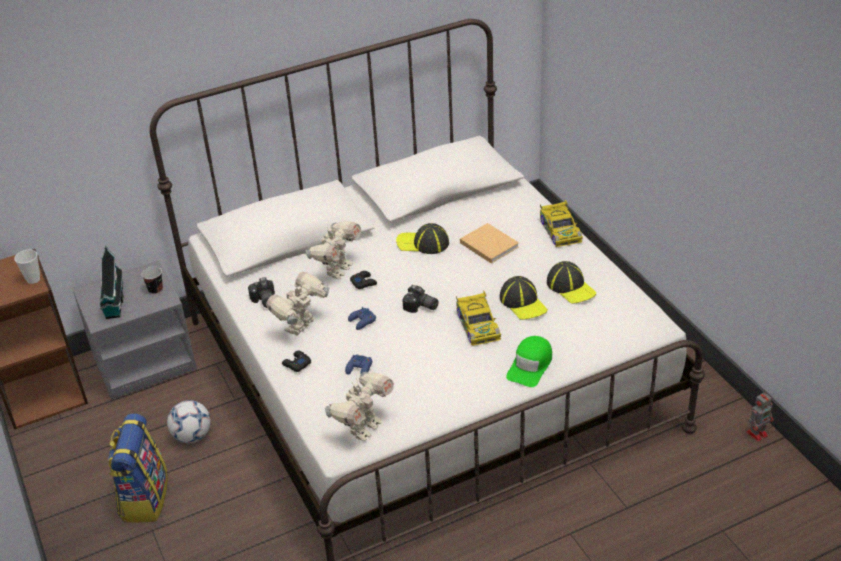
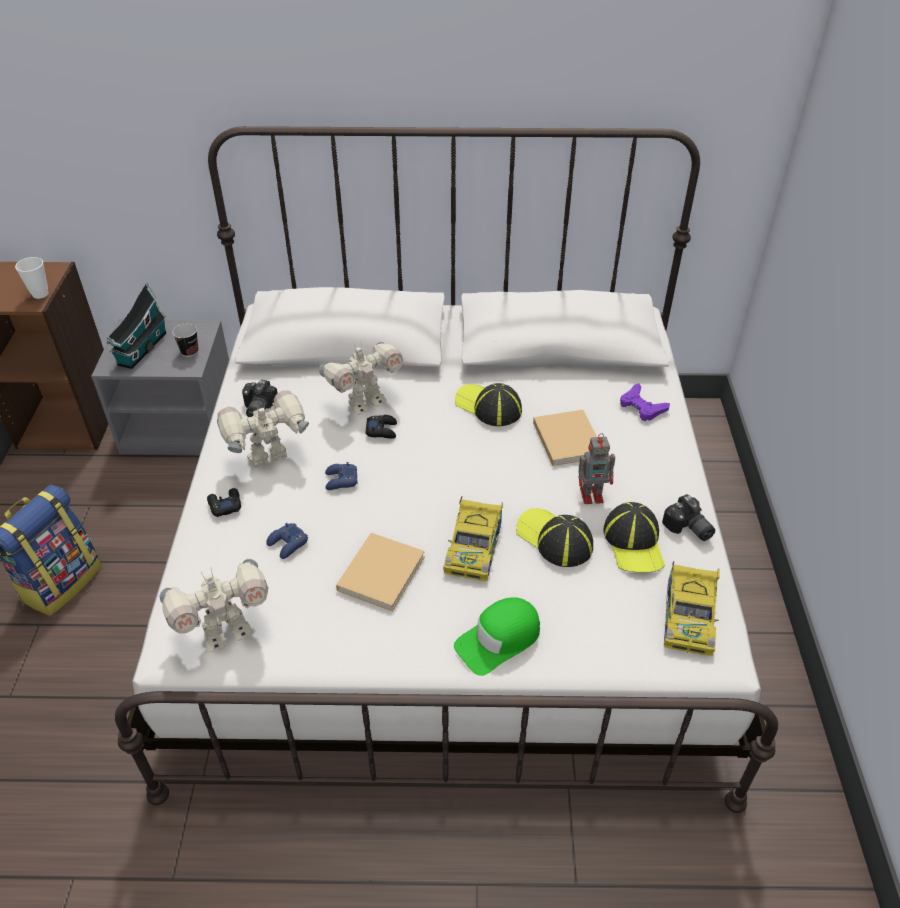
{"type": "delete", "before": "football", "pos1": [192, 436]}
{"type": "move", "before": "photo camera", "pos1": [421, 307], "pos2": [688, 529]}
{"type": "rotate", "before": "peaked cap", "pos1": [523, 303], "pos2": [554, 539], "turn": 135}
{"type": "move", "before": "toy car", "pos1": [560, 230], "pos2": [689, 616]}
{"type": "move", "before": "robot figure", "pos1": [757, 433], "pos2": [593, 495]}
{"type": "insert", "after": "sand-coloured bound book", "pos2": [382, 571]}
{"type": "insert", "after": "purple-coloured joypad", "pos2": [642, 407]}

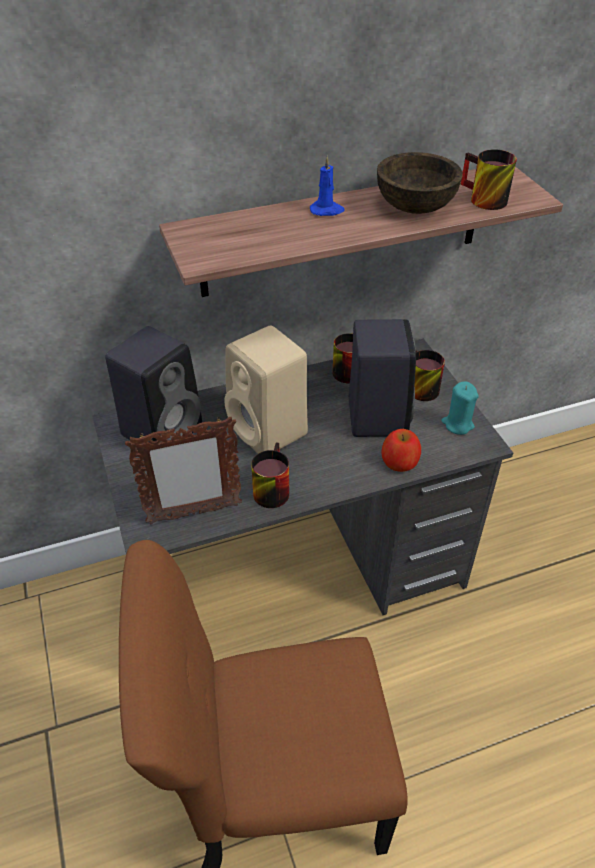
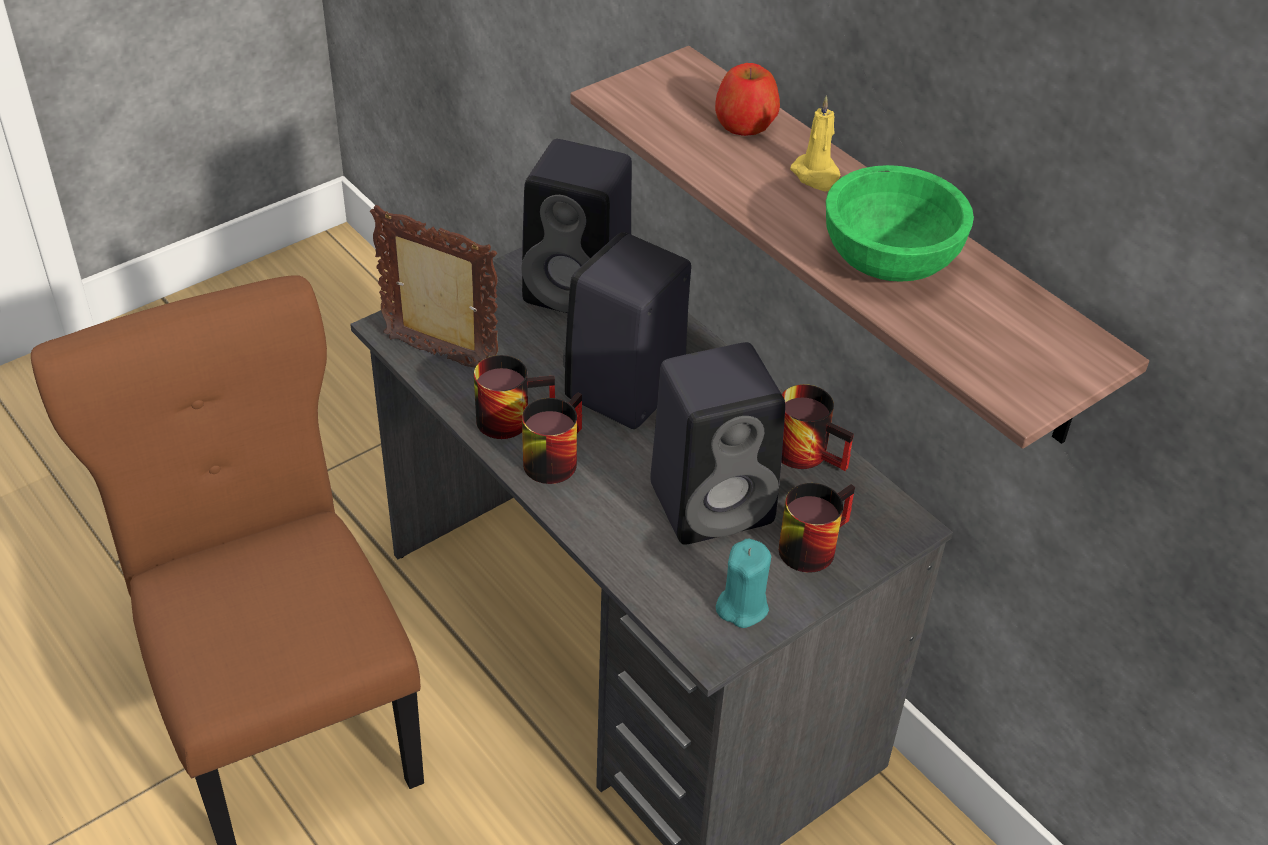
{"type": "rotate", "before": "picture frame", "pos1": [193, 514], "pos2": [441, 357], "turn": 150}
{"type": "recolor", "before": "sand-coloured loudspeaker", "after": "black-coloured loudspeaker", "pos1": [270, 431], "pos2": [624, 392]}
{"type": "recolor", "before": "bluish wax candle", "after": "yellowish wax candle", "pos1": [327, 210], "pos2": [816, 175]}
{"type": "recolor", "before": "brown-coloured serving bowl", "after": "green serving bowl", "pos1": [415, 207], "pos2": [888, 261]}
{"type": "move", "before": "whole apple", "pos1": [400, 461], "pos2": [745, 123]}
{"type": "move", "before": "mug", "pos1": [481, 199], "pos2": [551, 456]}

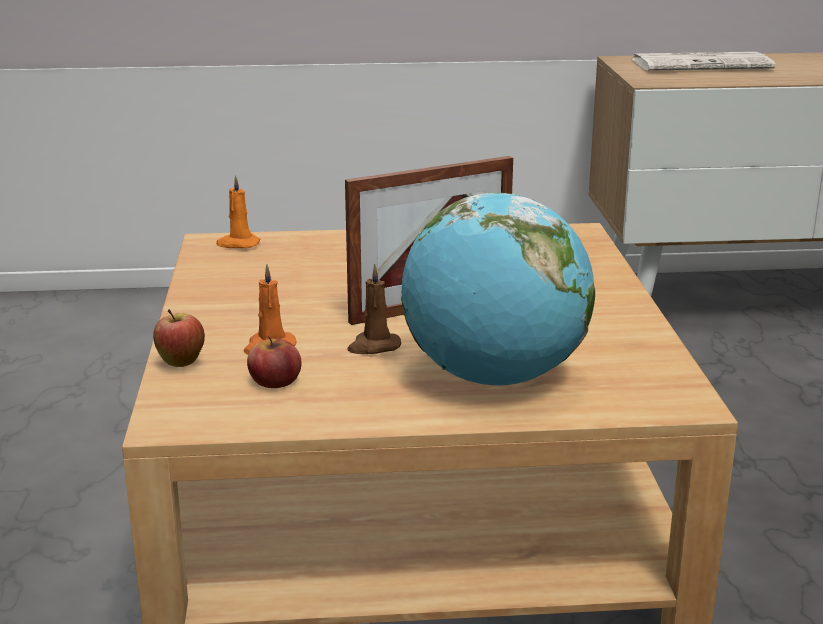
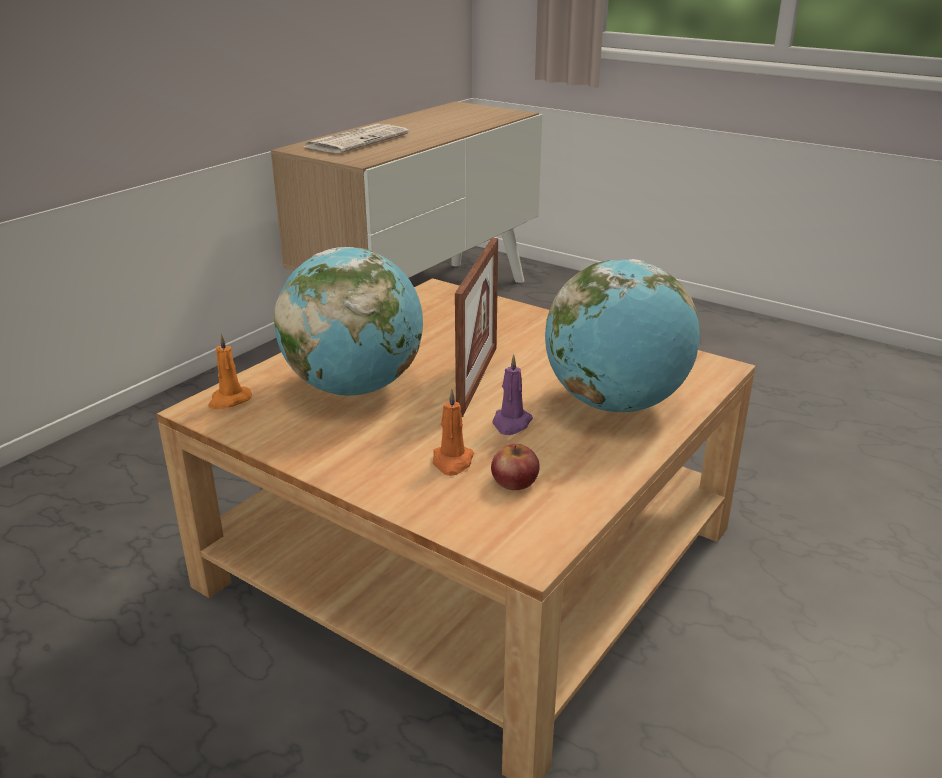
{"type": "delete", "before": "whole apple", "pos1": [181, 364]}
{"type": "recolor", "before": "brown-coloured wax candle", "after": "purple-coloured wax candle", "pos1": [373, 346], "pos2": [511, 423]}
{"type": "insert", "after": "desk globe", "pos2": [354, 387]}

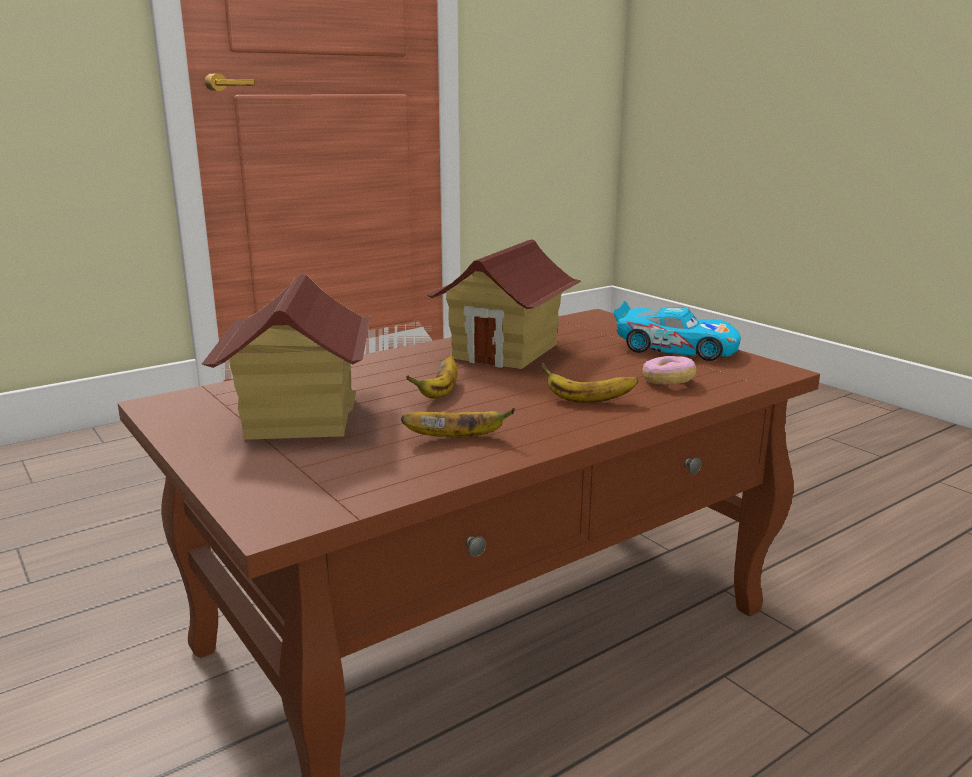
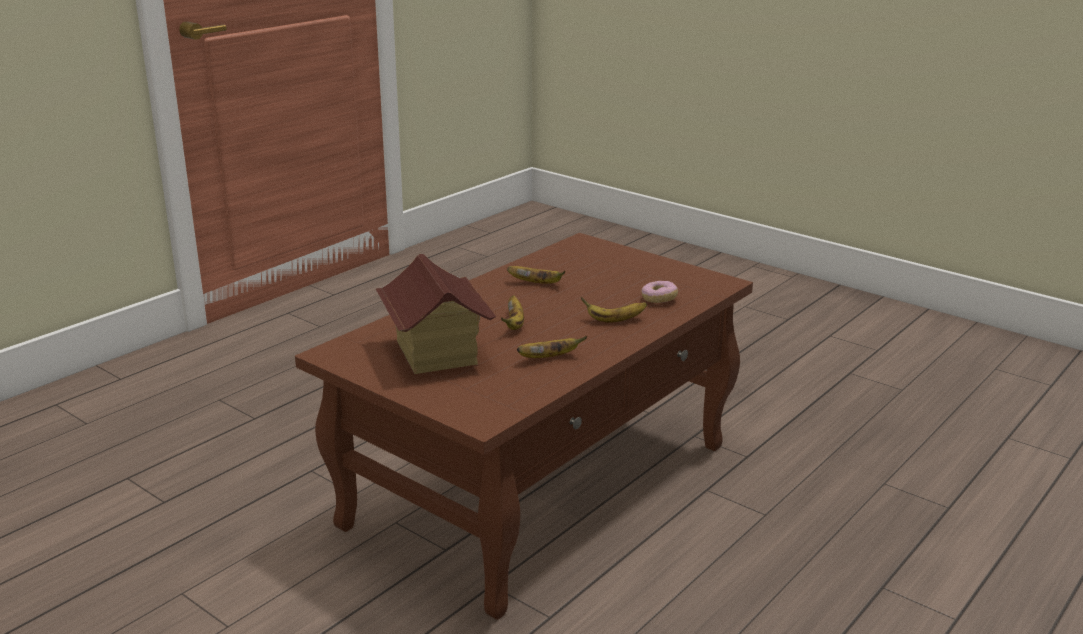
{"type": "replace", "before": "toy house", "after": "banana fruit", "pos1": [506, 352], "pos2": [537, 283]}
{"type": "delete", "before": "toy car", "pos1": [675, 348]}

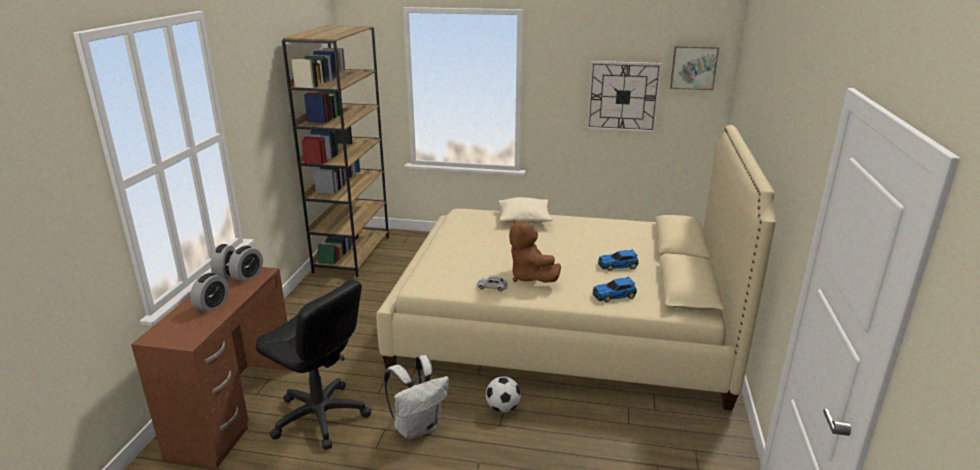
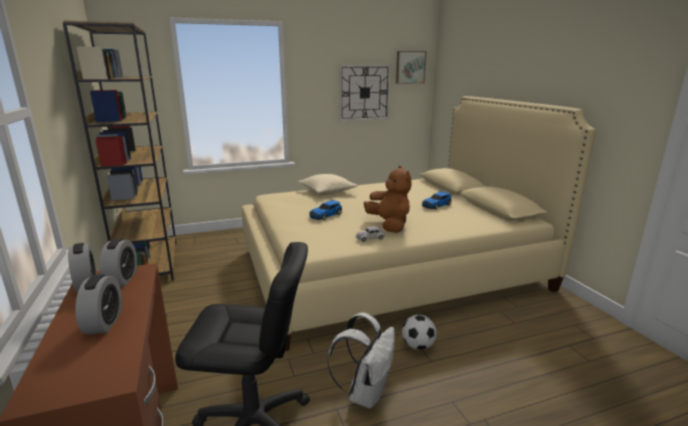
{"type": "rotate", "before": "brown-coloured cuddly toy", "pos1": [530, 277], "pos2": [389, 225], "turn": -150}
{"type": "move", "before": "toy car", "pos1": [615, 295], "pos2": [326, 215]}

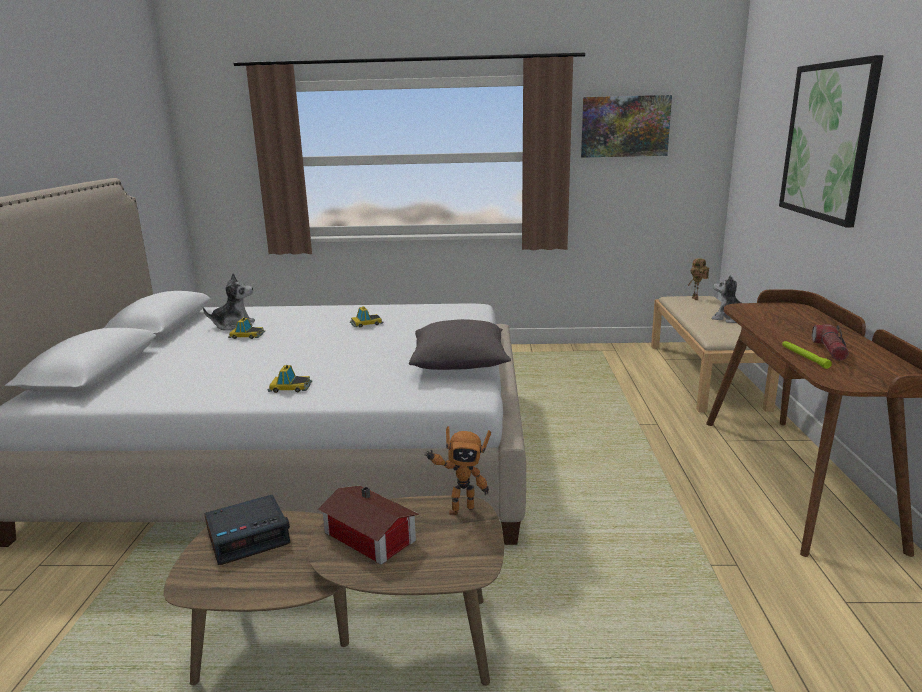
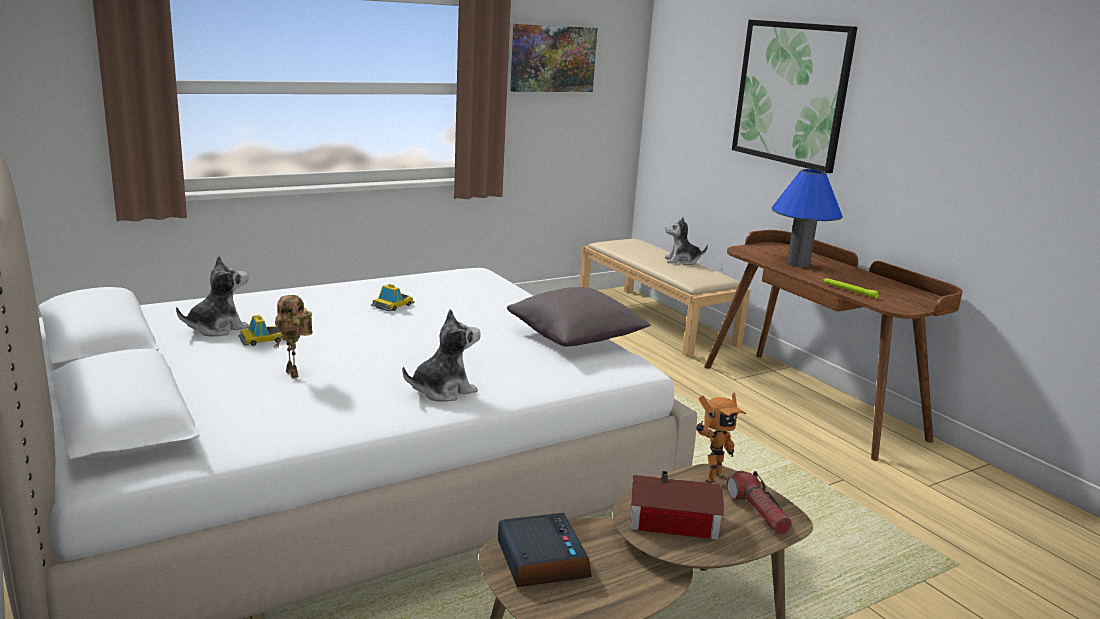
{"type": "rotate", "before": "alarm clock", "pos1": [249, 536], "pos2": [541, 559], "turn": -45}
{"type": "replace", "before": "toy car", "after": "cuddly toy", "pos1": [290, 387], "pos2": [442, 390]}
{"type": "move", "before": "robot figure", "pos1": [696, 299], "pos2": [295, 374]}
{"type": "move", "before": "torch", "pos1": [830, 350], "pos2": [757, 512]}
{"type": "insert", "after": "bluish table lamp", "pos2": [798, 264]}

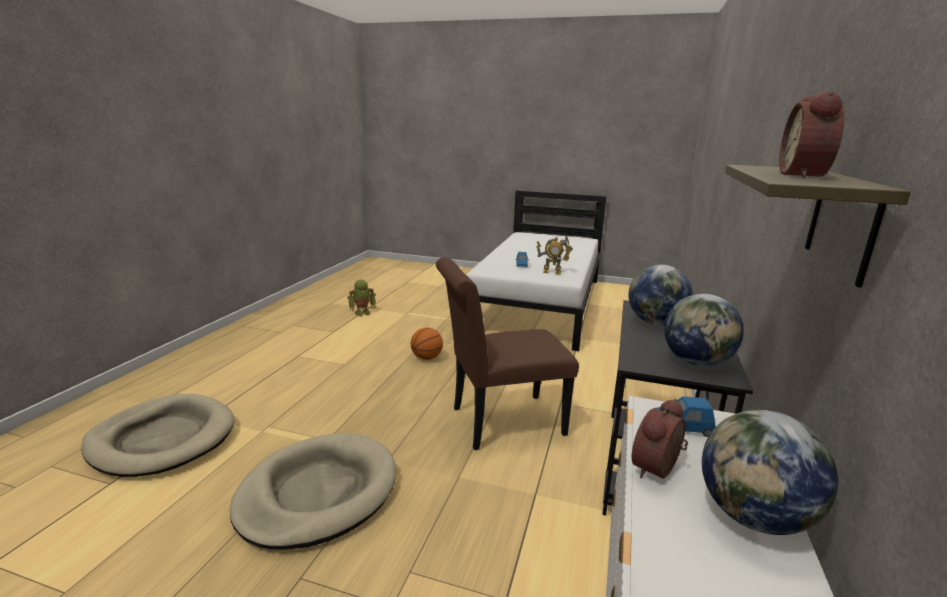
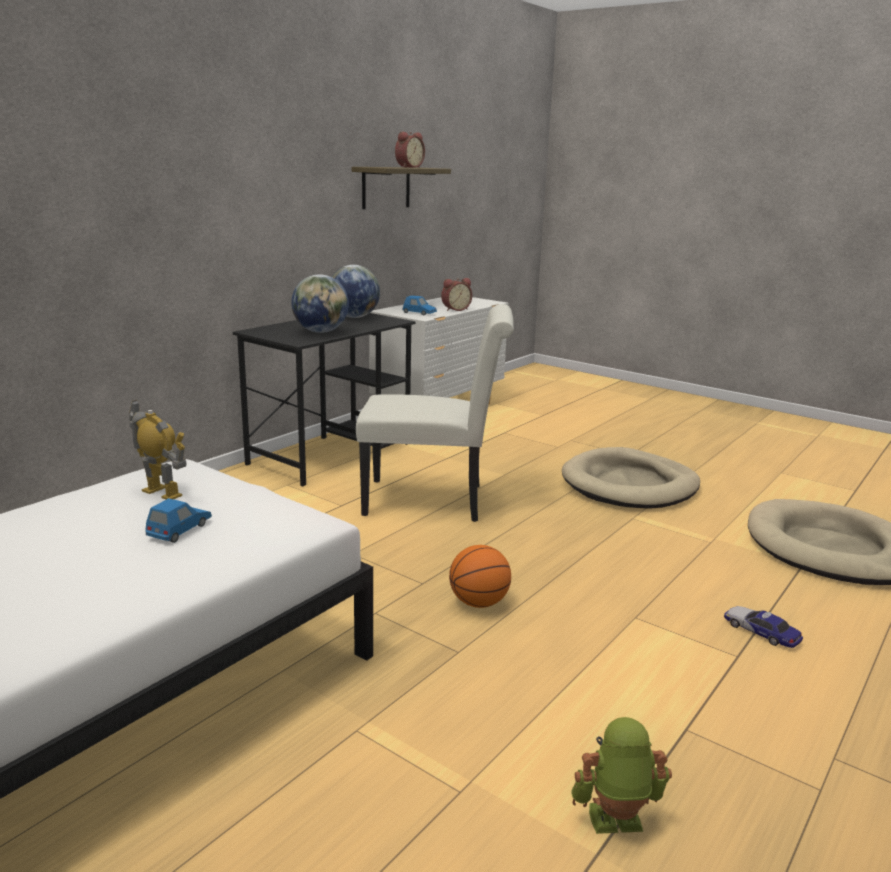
{"type": "recolor", "before": "brown-coloured plain chair", "after": "white plain chair", "pos1": [500, 422], "pos2": [433, 501]}
{"type": "delete", "before": "desk globe", "pos1": [753, 517]}
{"type": "insert", "after": "toy car", "pos2": [761, 632]}

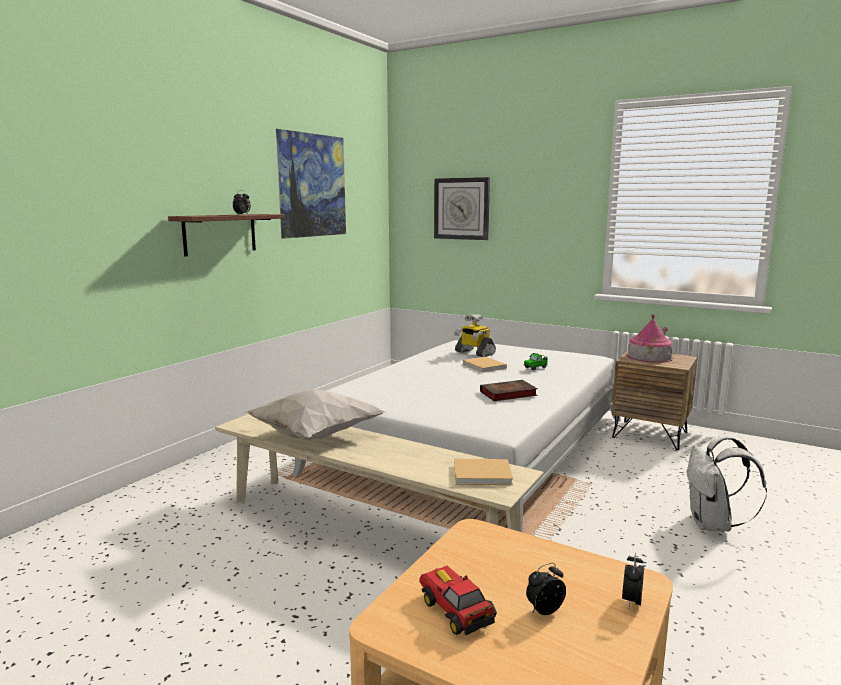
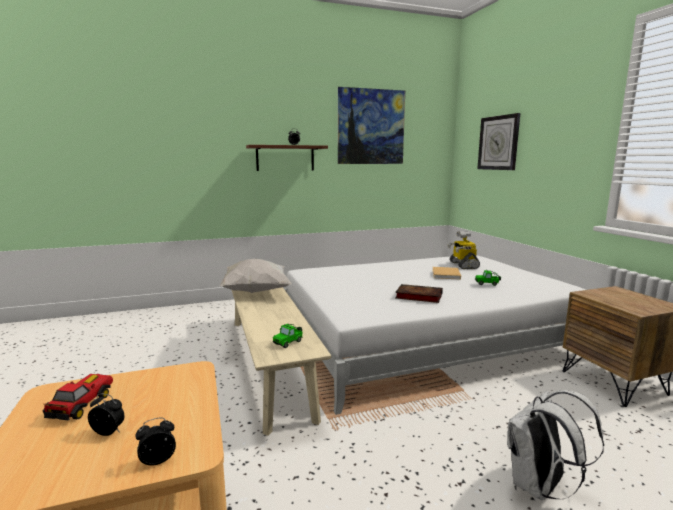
{"type": "replace", "before": "sand-coloured bound book", "after": "toy car", "pos1": [484, 474], "pos2": [289, 342]}
{"type": "delete", "before": "toy house", "pos1": [649, 356]}

